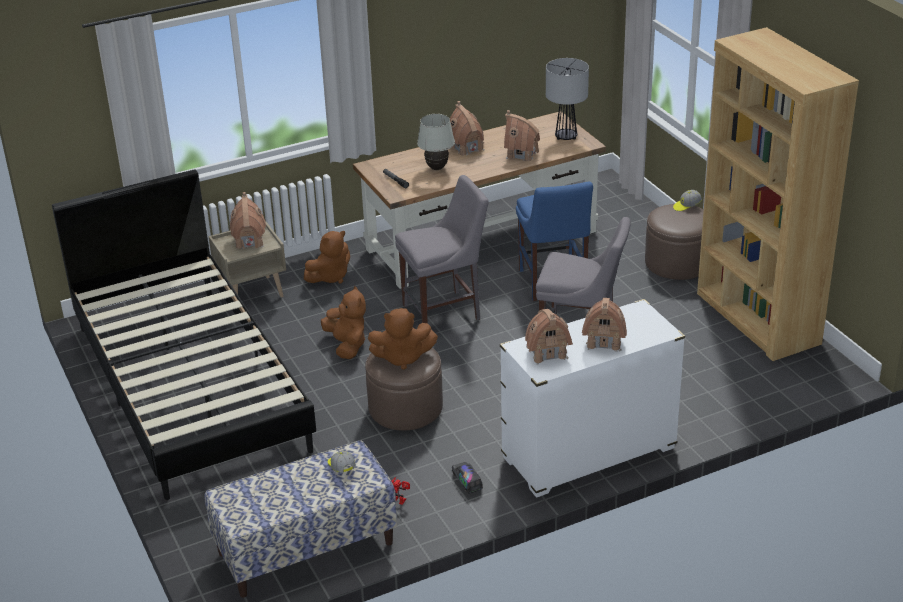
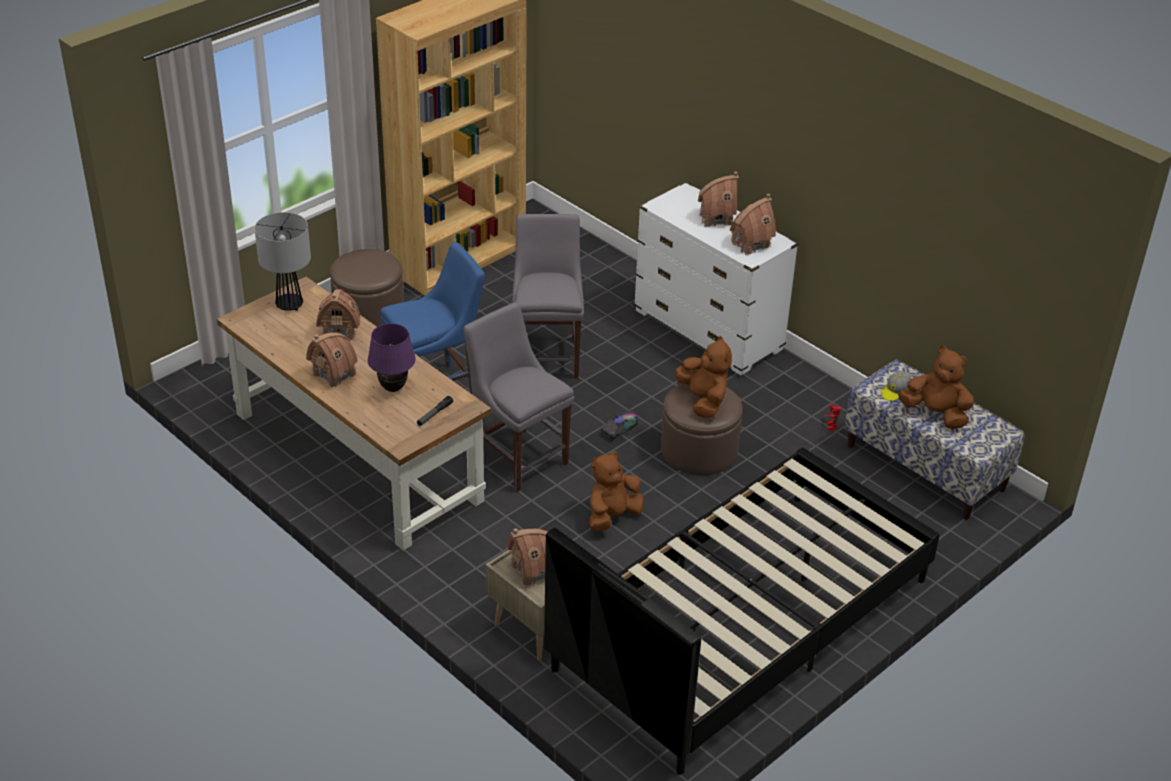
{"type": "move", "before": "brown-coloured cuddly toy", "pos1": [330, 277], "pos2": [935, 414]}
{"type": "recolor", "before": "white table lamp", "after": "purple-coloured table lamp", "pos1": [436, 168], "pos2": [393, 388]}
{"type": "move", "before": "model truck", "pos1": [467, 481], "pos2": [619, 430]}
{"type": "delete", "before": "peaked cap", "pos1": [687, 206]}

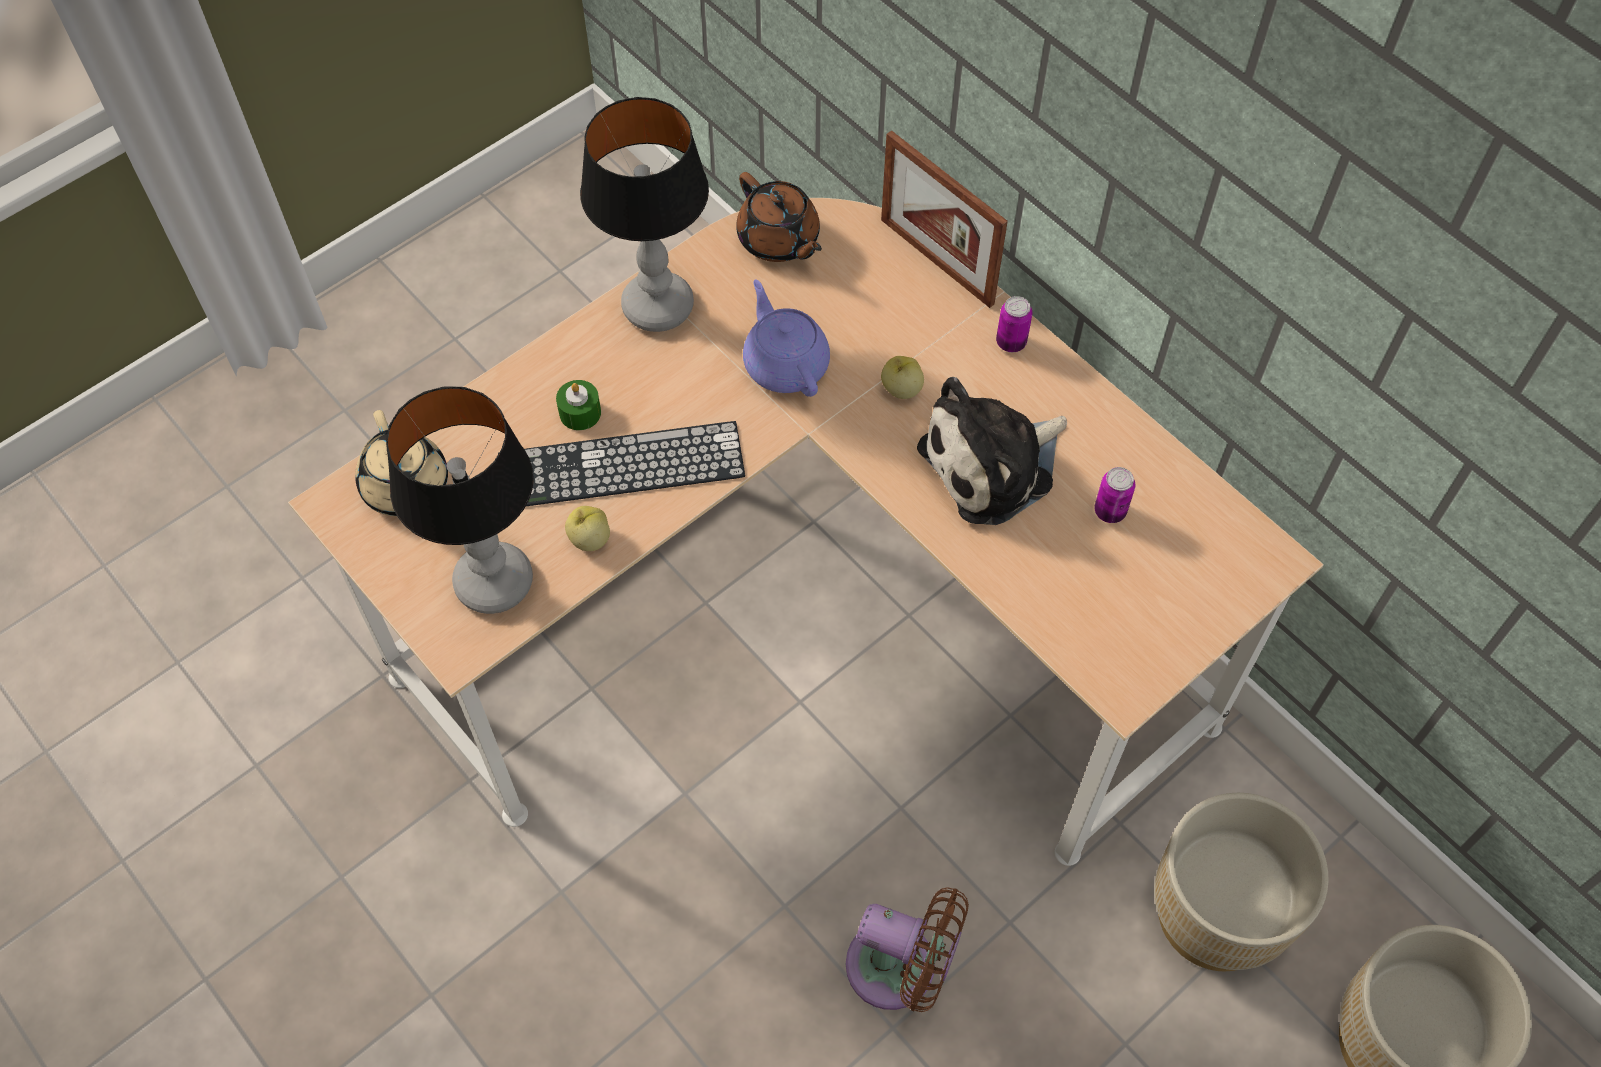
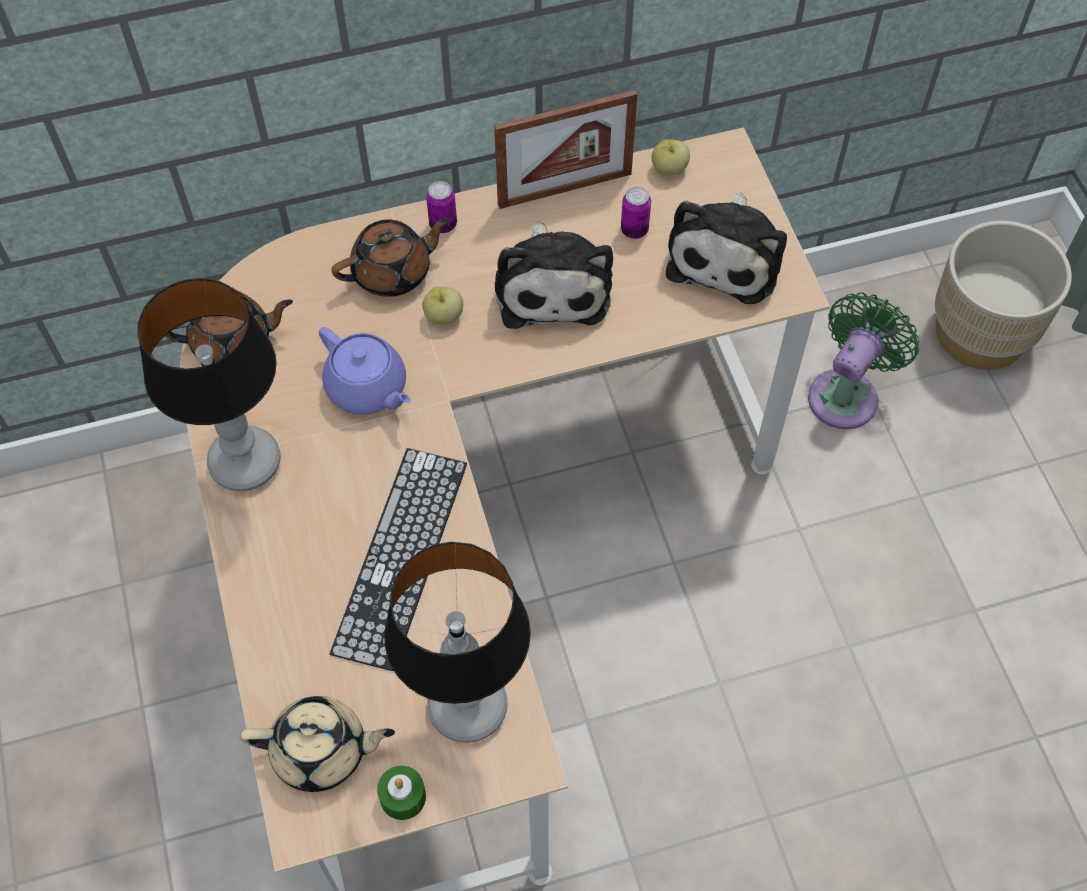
{"type": "move", "before": "green wax candle", "pos1": [580, 412], "pos2": [403, 797]}
{"type": "move", "before": "whole apple", "pos1": [589, 539], "pos2": [669, 169]}
{"type": "rotate", "before": "purple-coloured pot for tea", "pos1": [785, 363], "pos2": [368, 388], "turn": -135}
{"type": "delete", "before": "brown-coloured cooling fan", "pos1": [900, 969]}
{"type": "move", "before": "picture frame", "pos1": [936, 261], "pos2": [565, 189]}
{"type": "replace", "before": "sand-coloured flower pot", "after": "green cooling fan", "pos1": [1216, 913], "pos2": [847, 393]}
{"type": "insert", "after": "brown-coloured pot for tea", "pos2": [393, 272]}
{"type": "insert", "after": "cuddly toy", "pos2": [727, 256]}

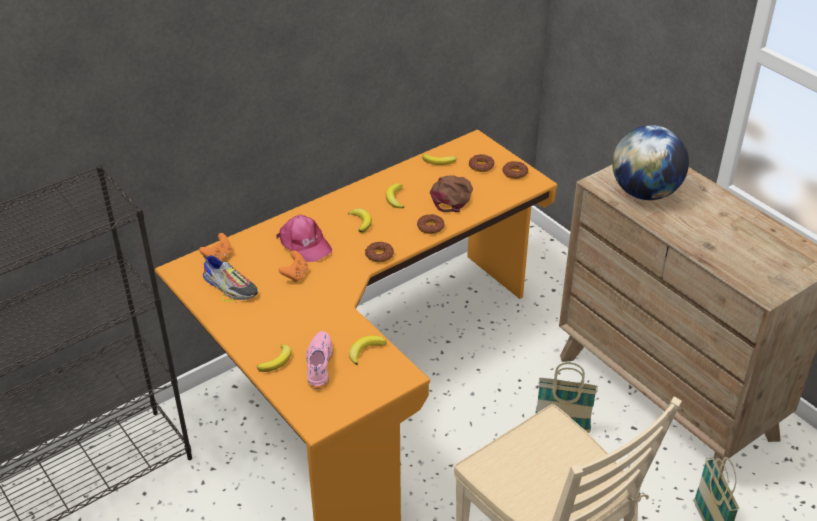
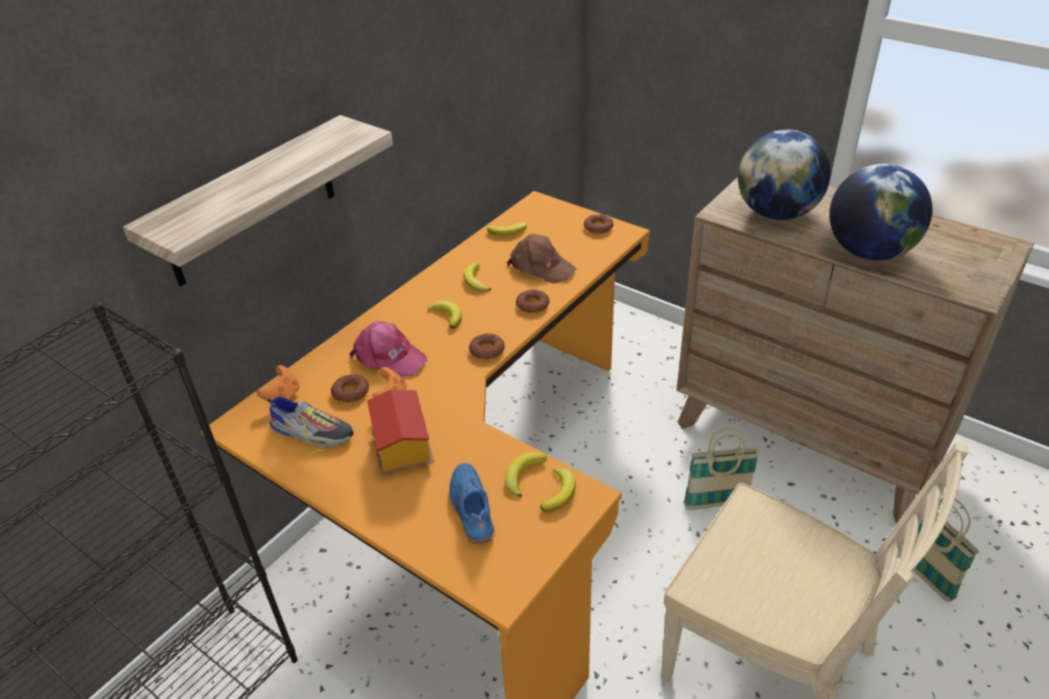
{"type": "move", "before": "banana fruit", "pos1": [277, 361], "pos2": [559, 492]}
{"type": "recolor", "before": "pinkish shoe", "after": "bluish shoe", "pos1": [318, 365], "pos2": [470, 510]}
{"type": "rotate", "before": "brown-coloured peaked cap", "pos1": [452, 196], "pos2": [541, 266], "turn": 120}
{"type": "move", "before": "ring doughnut", "pos1": [481, 166], "pos2": [350, 392]}
{"type": "insert", "after": "wall shelf", "pos2": [251, 202]}
{"type": "insert", "after": "toy house", "pos2": [401, 449]}
{"type": "insert", "after": "desk globe", "pos2": [869, 252]}

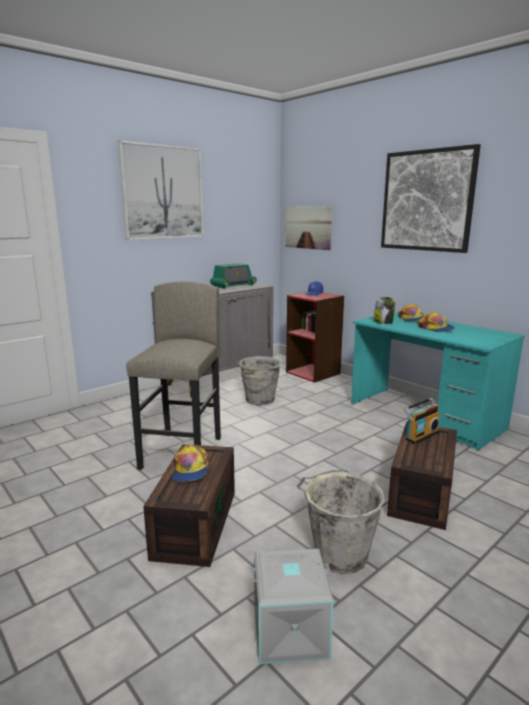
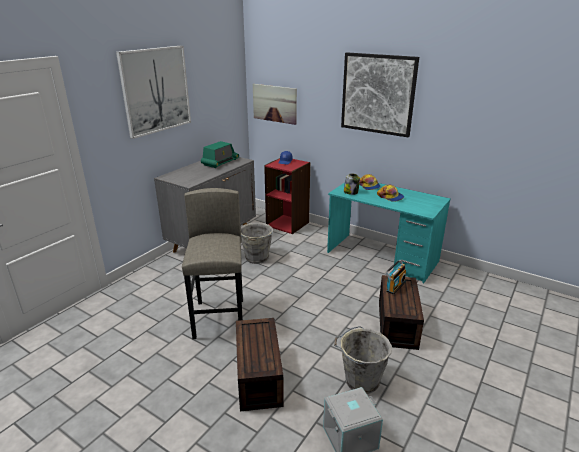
{"type": "delete", "before": "peaked cap", "pos1": [190, 470]}

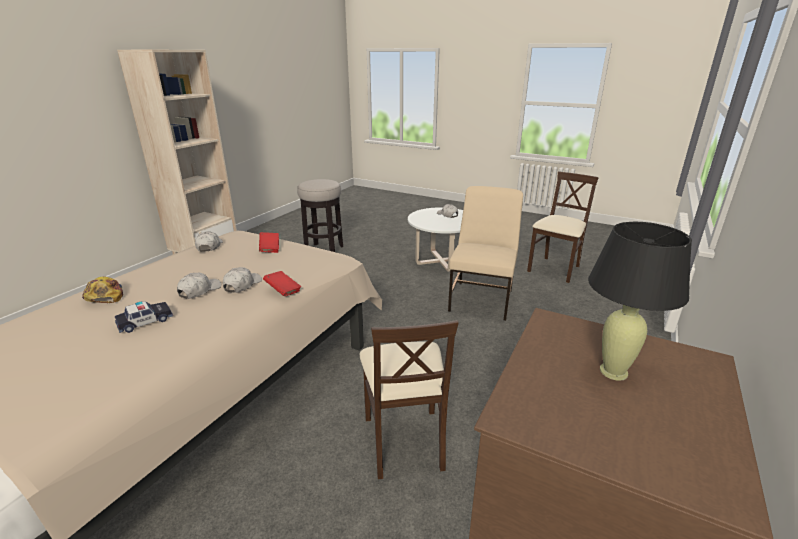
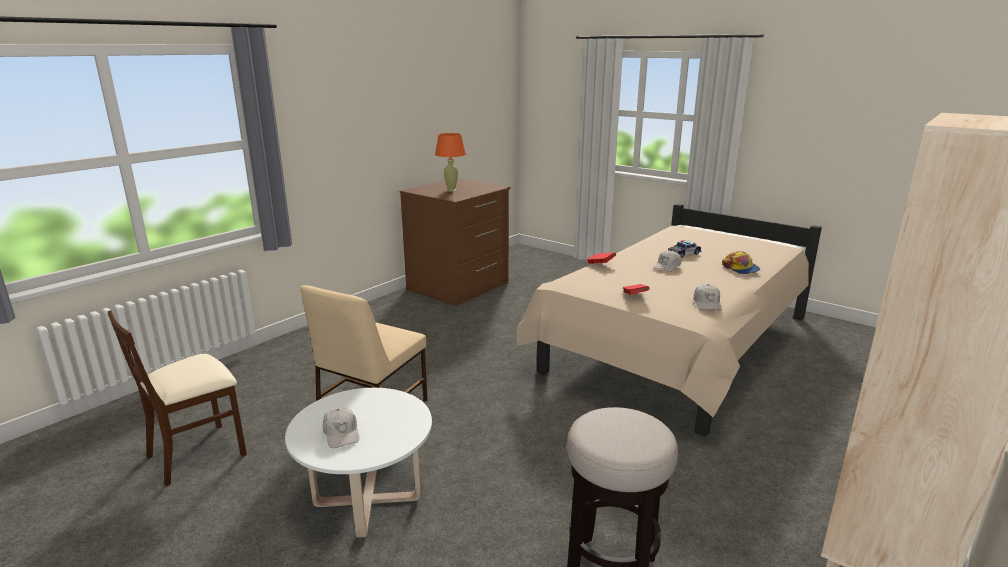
{"type": "delete", "before": "white peaked cap", "pos1": [242, 285]}
{"type": "delete", "before": "sand-coloured plain chair", "pos1": [404, 440]}
{"type": "recolor", "before": "black-coloured table lamp", "after": "orange table lamp", "pos1": [613, 372], "pos2": [451, 190]}

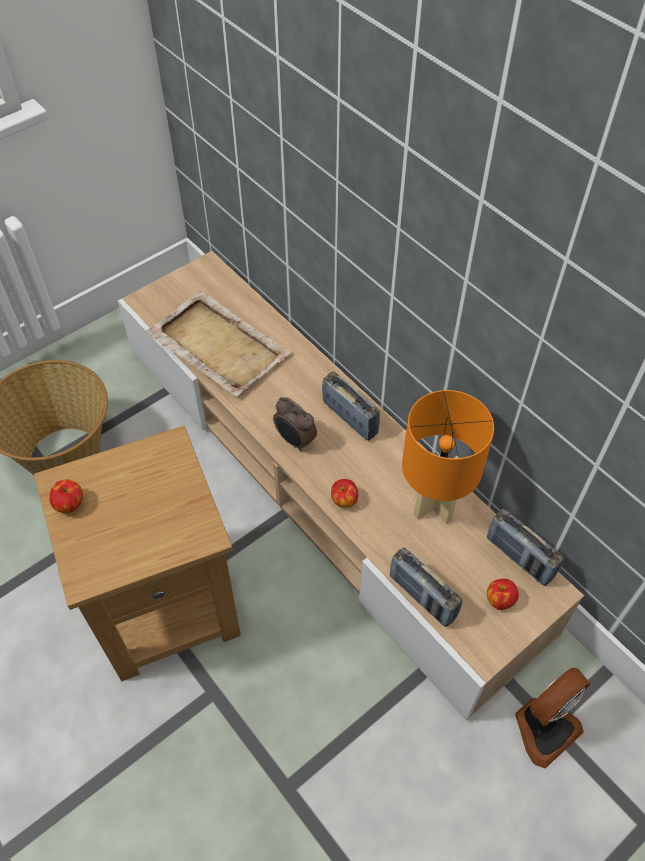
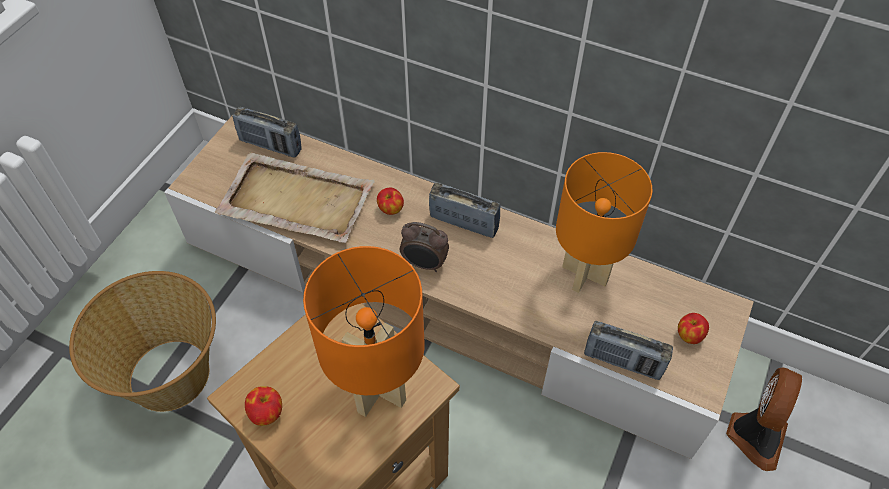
{"type": "move", "before": "whole apple", "pos1": [344, 500], "pos2": [390, 209]}
{"type": "move", "before": "radio set", "pos1": [519, 558], "pos2": [270, 145]}
{"type": "insert", "after": "orange table lamp", "pos2": [377, 391]}

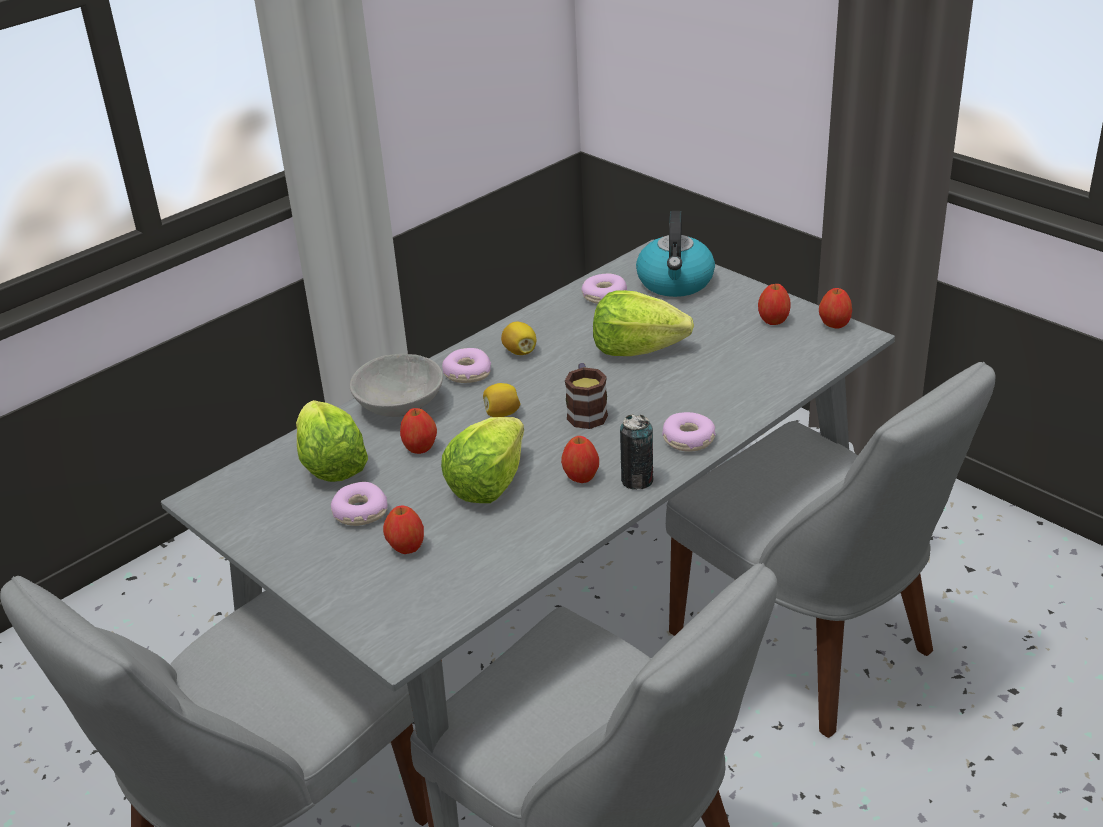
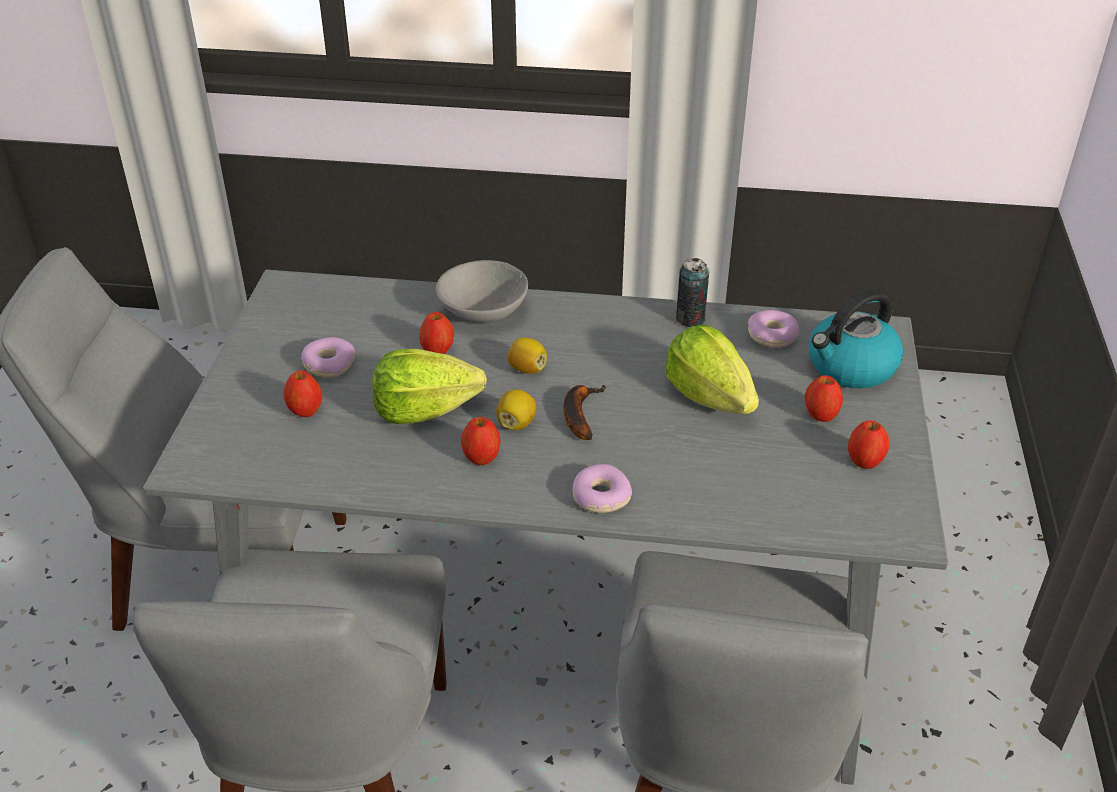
{"type": "delete", "before": "lettuce", "pos1": [331, 465]}
{"type": "delete", "before": "ring doughnut", "pos1": [467, 373]}
{"type": "move", "before": "citrus fruit", "pos1": [520, 352], "pos2": [516, 423]}
{"type": "replace", "before": "mug", "after": "banana fruit", "pos1": [586, 411], "pos2": [579, 414]}
{"type": "move", "before": "metal can", "pos1": [637, 480], "pos2": [690, 319]}
{"type": "move", "before": "whole apple", "pos1": [834, 325], "pos2": [820, 415]}

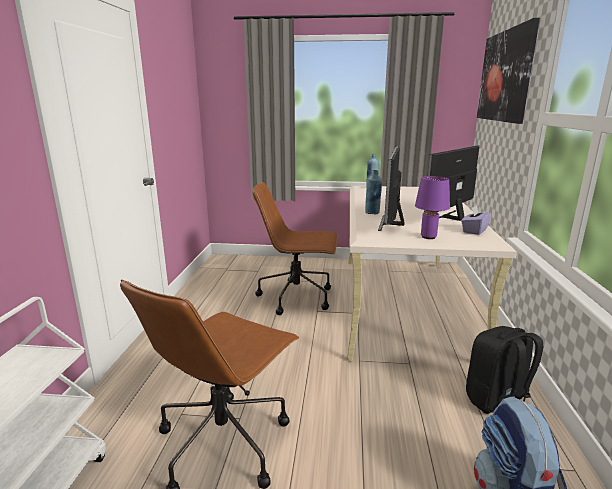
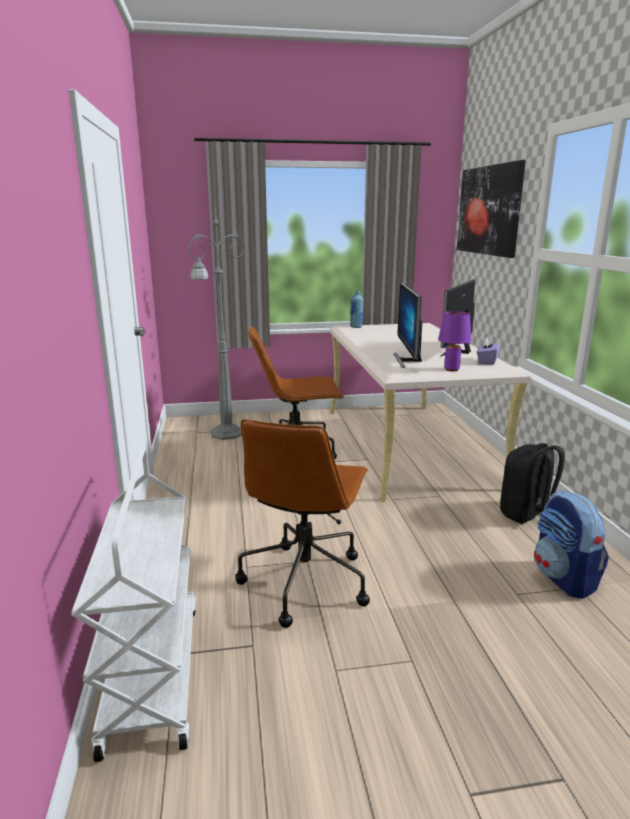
{"type": "delete", "before": "bluish beverage bottle", "pos1": [372, 213]}
{"type": "insert", "after": "greyish floor lamp", "pos2": [225, 433]}

